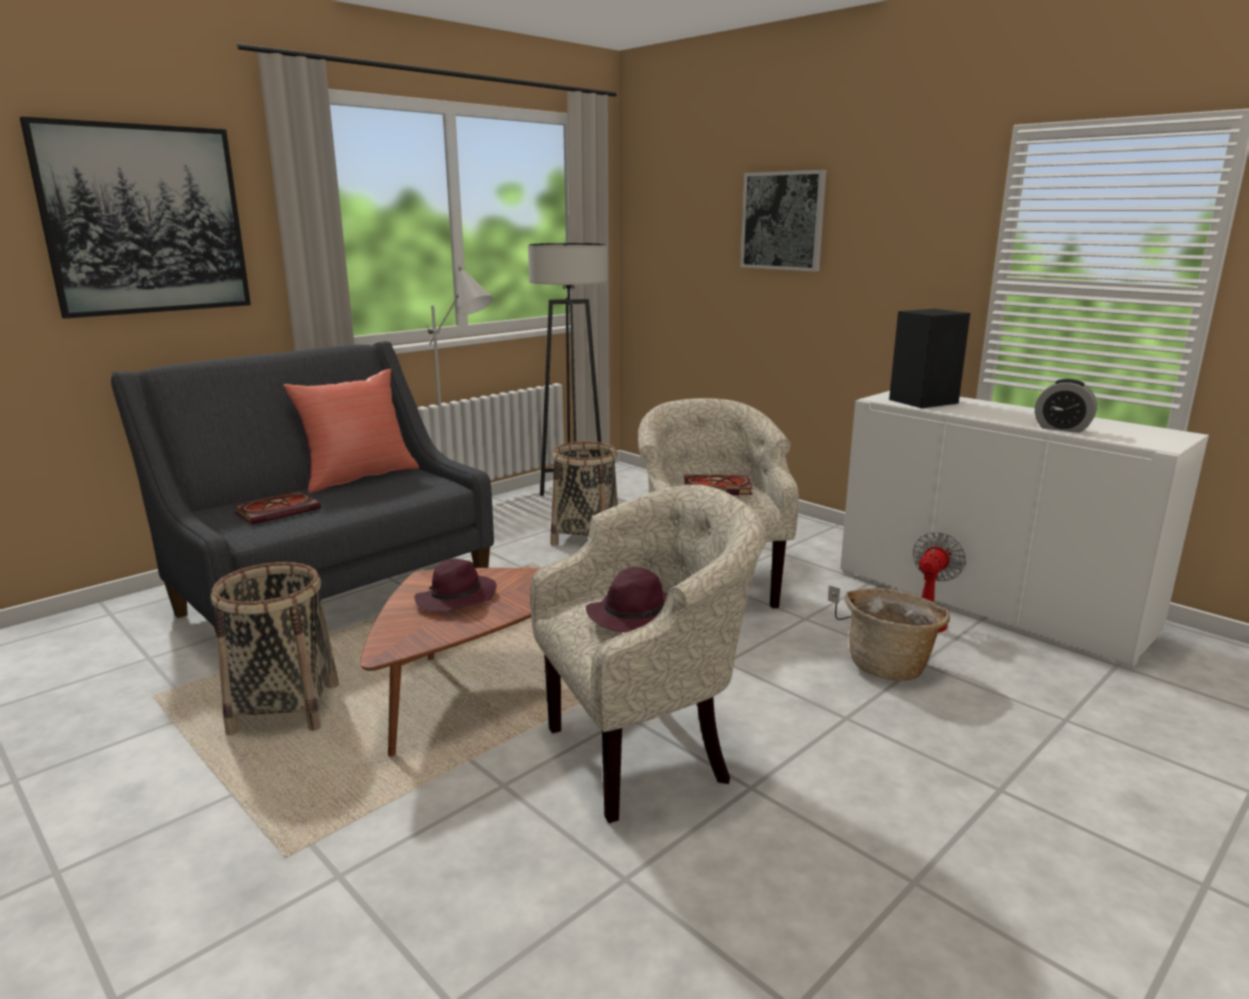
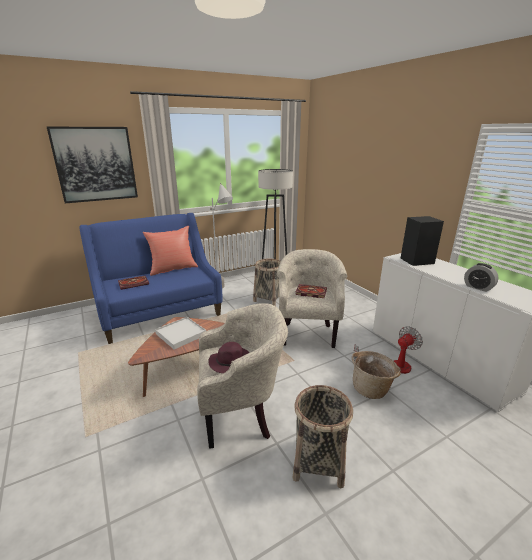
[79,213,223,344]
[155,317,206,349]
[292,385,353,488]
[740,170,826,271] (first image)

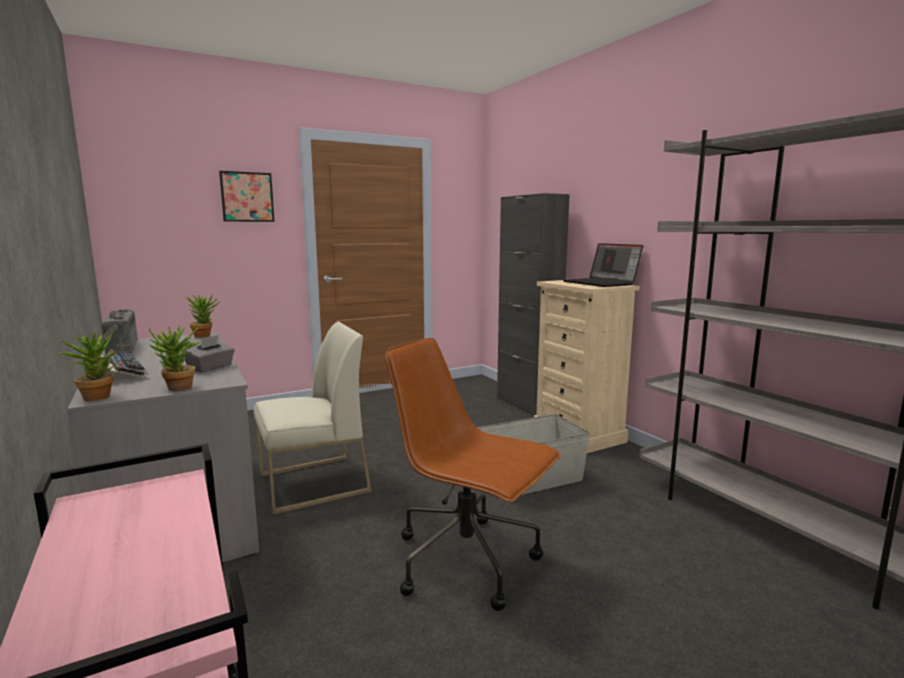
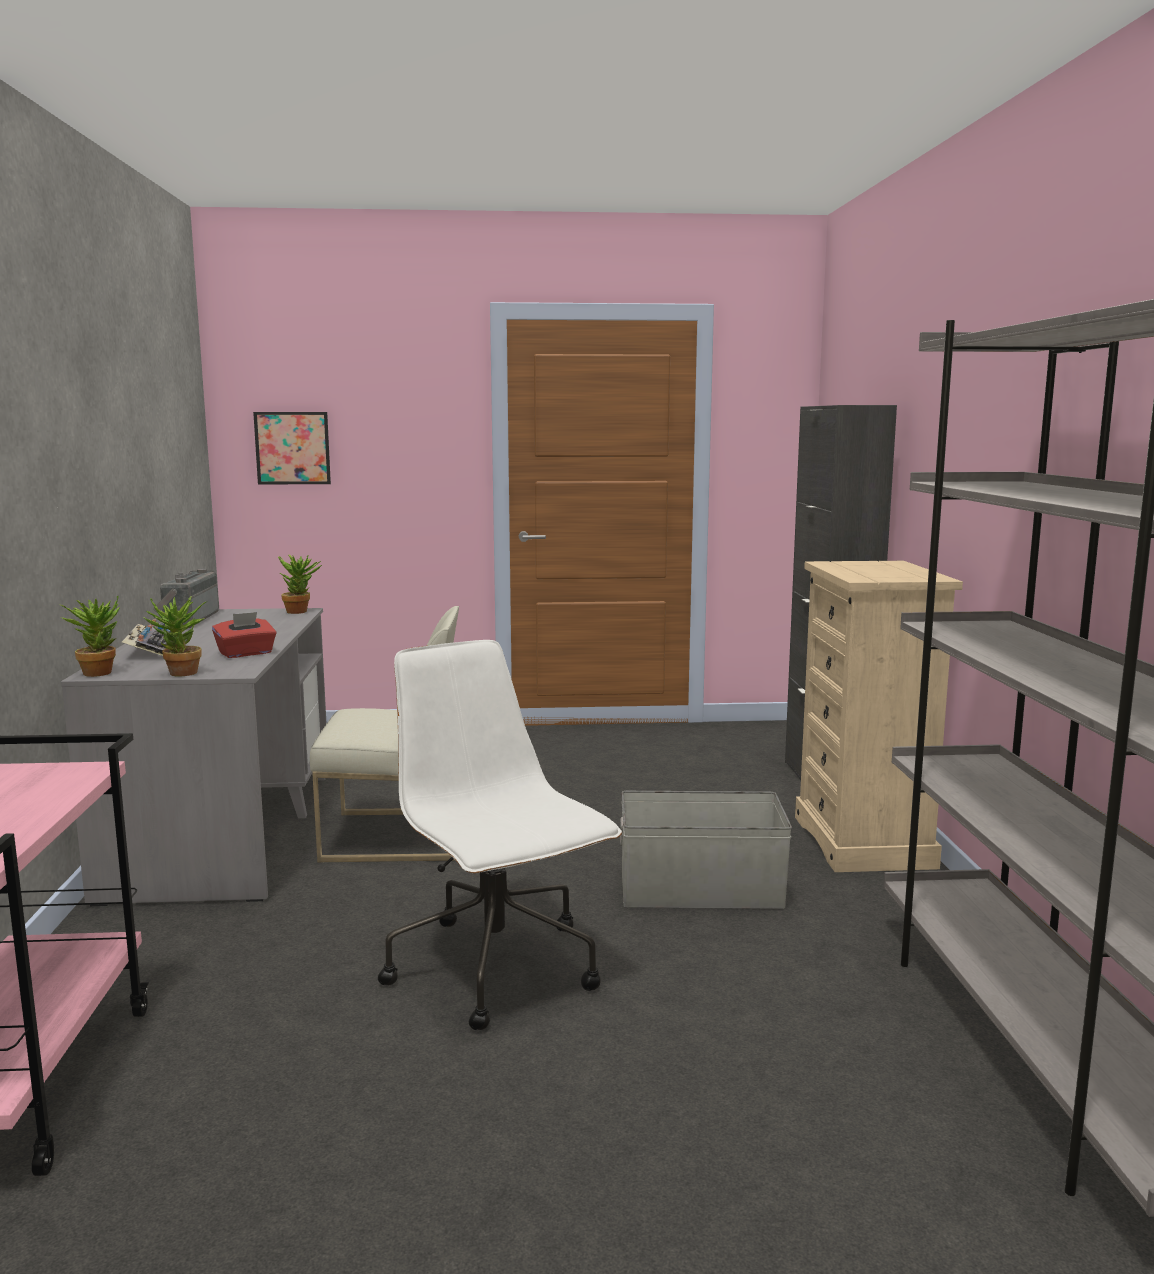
[212,612,277,658]
[253,412,331,484]
[378,640,622,1030]
[563,243,643,287] (first image)

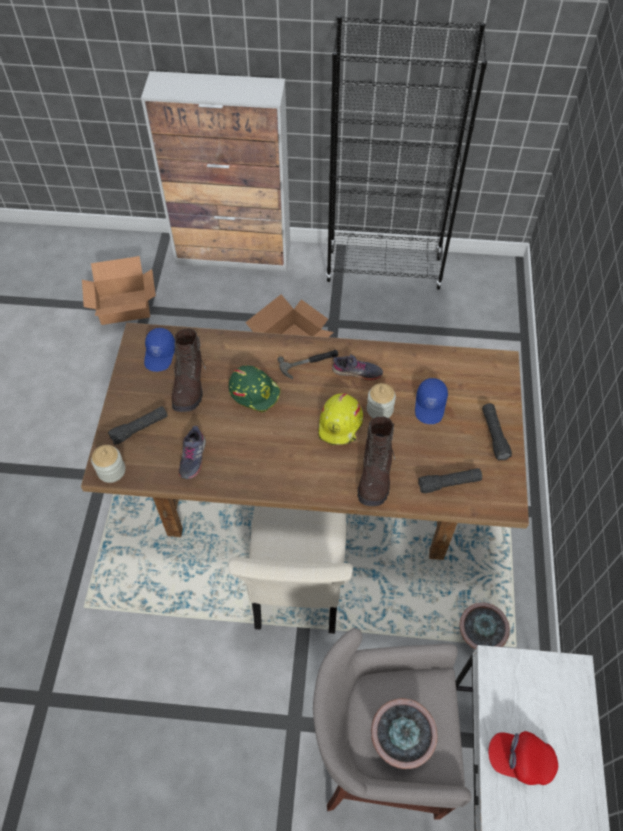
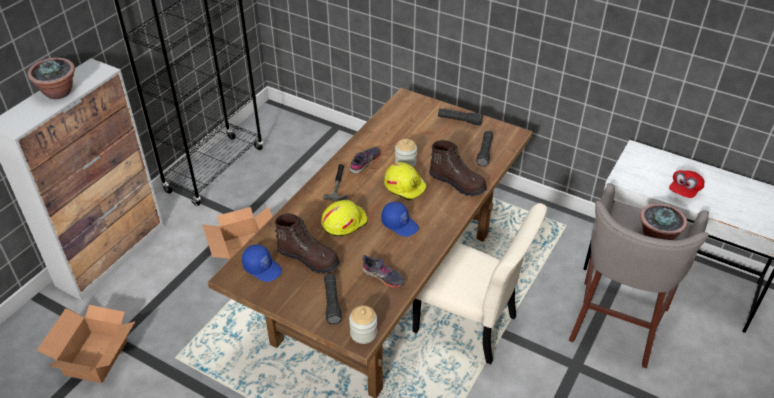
[27,57,75,99]
[321,200,368,237]
[381,202,419,237]

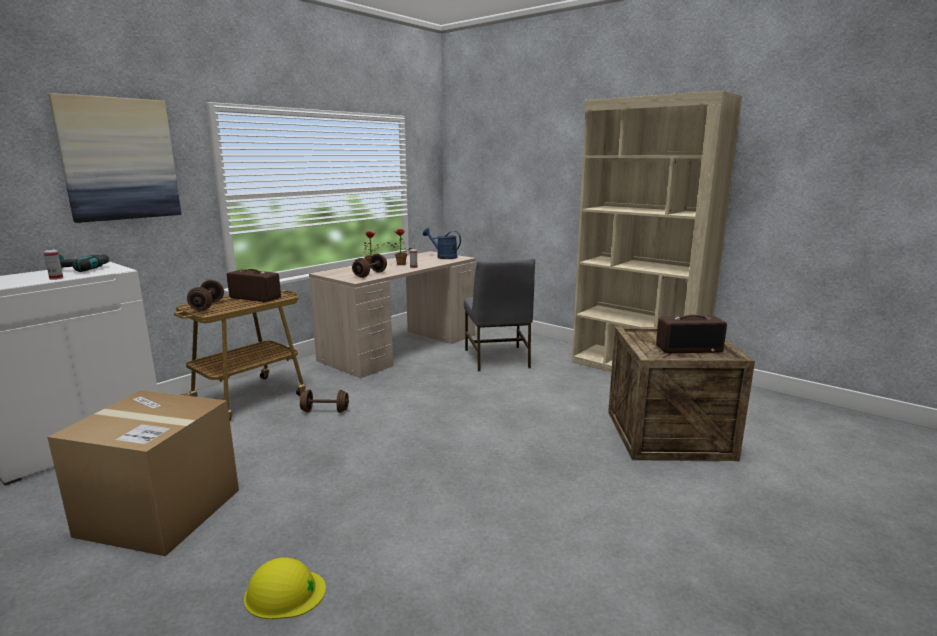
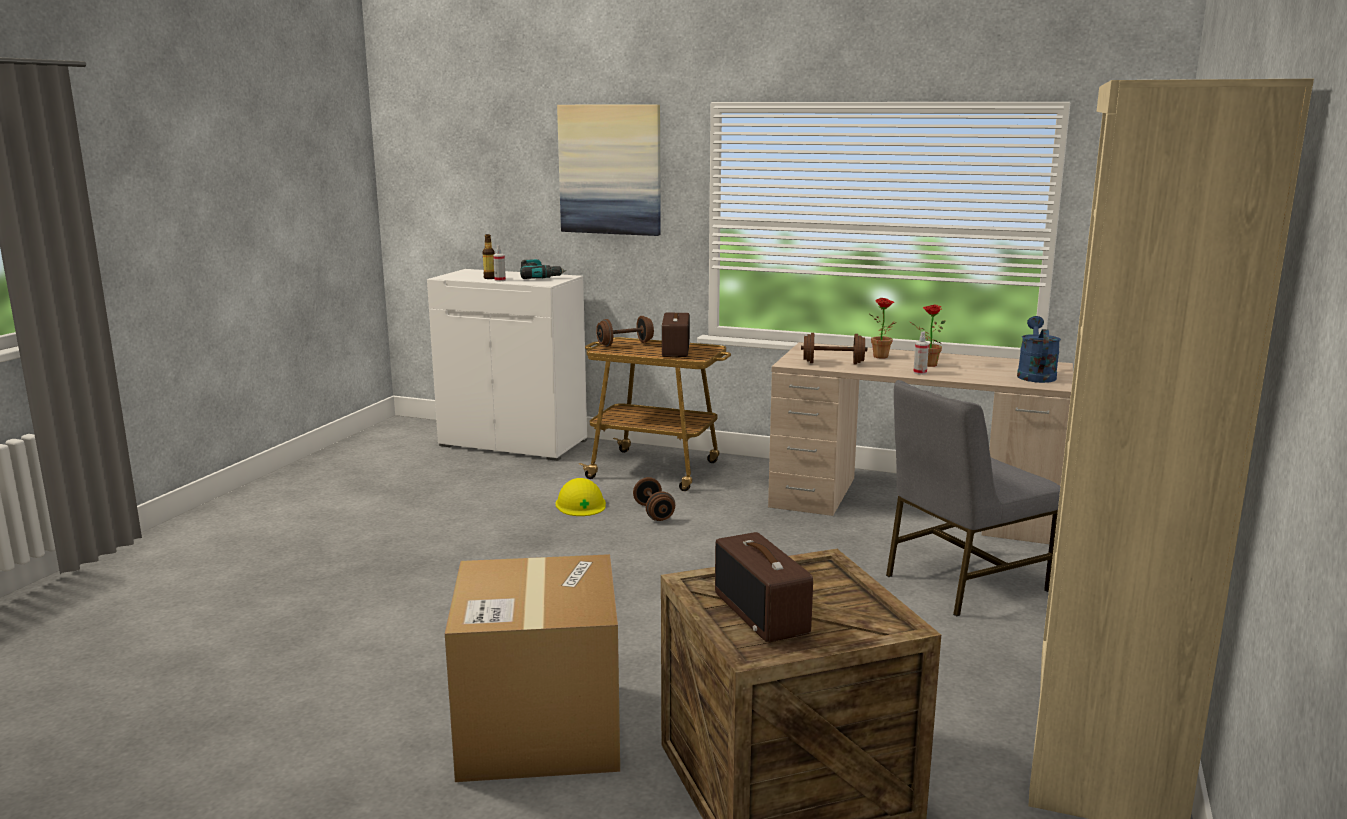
[445,554,620,782]
[482,234,495,279]
[555,478,606,516]

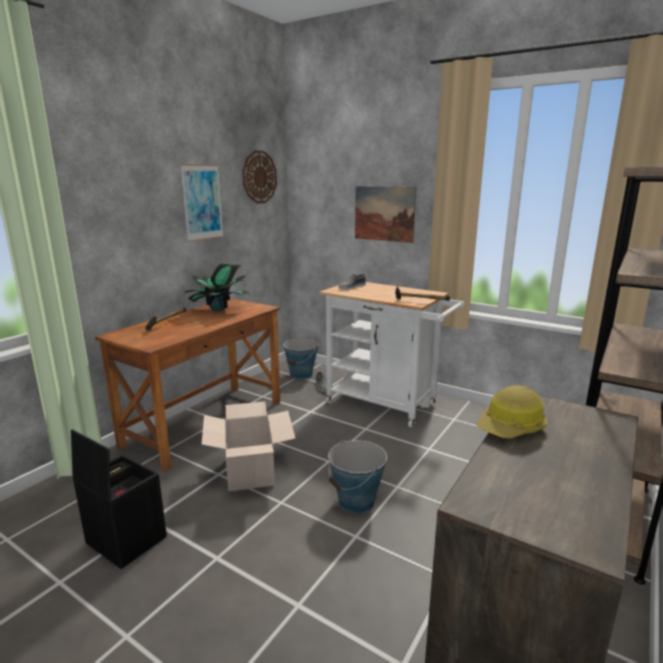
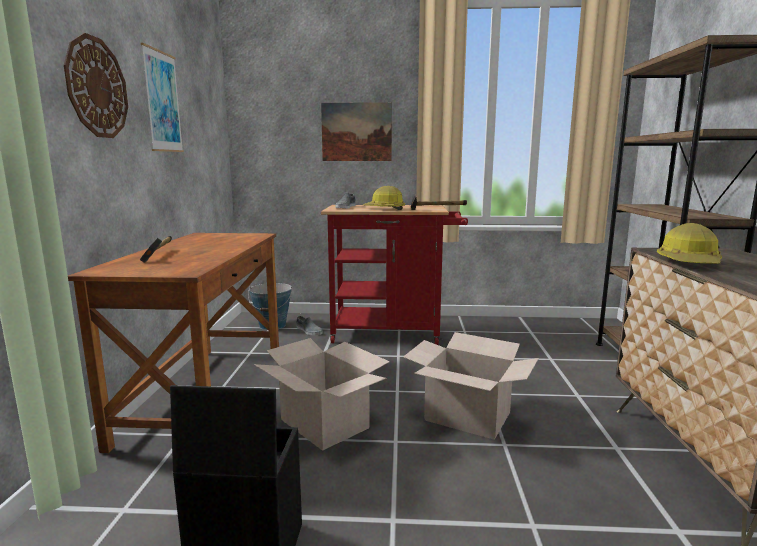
[64,33,128,138]
[321,205,468,345]
[363,186,405,210]
[403,332,539,439]
[184,264,249,311] (first image)

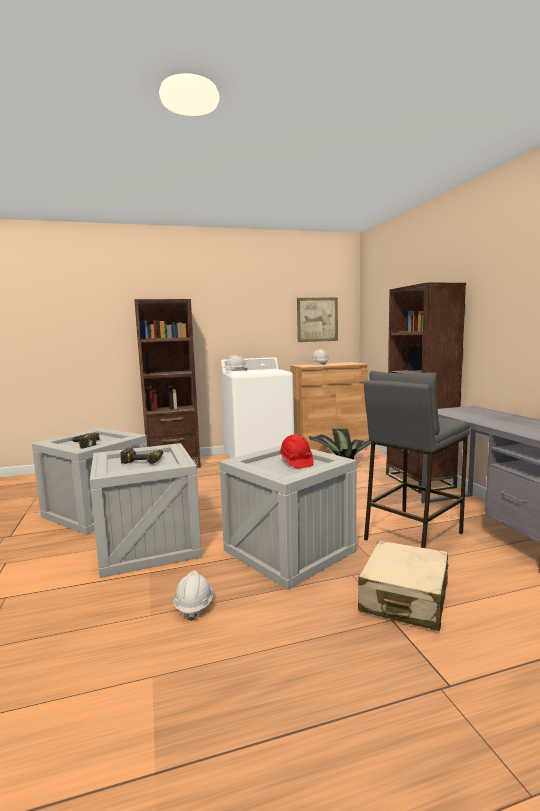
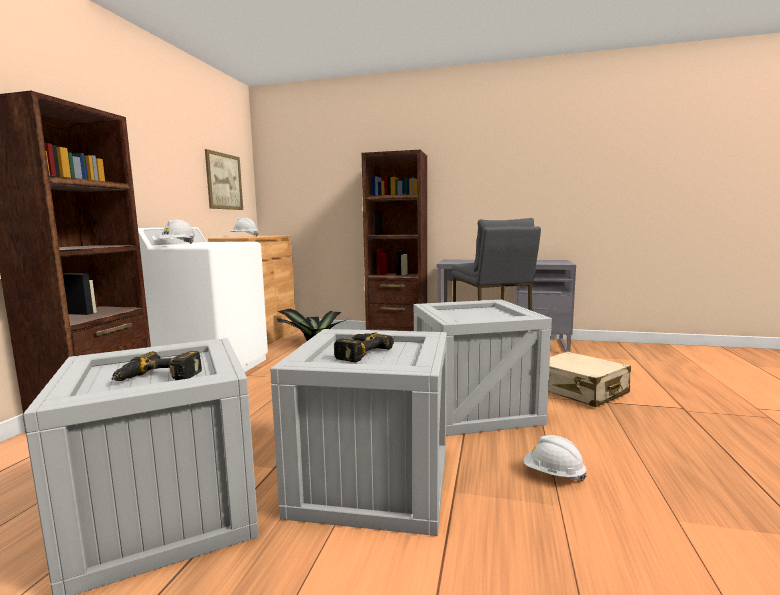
[280,434,314,468] (first image)

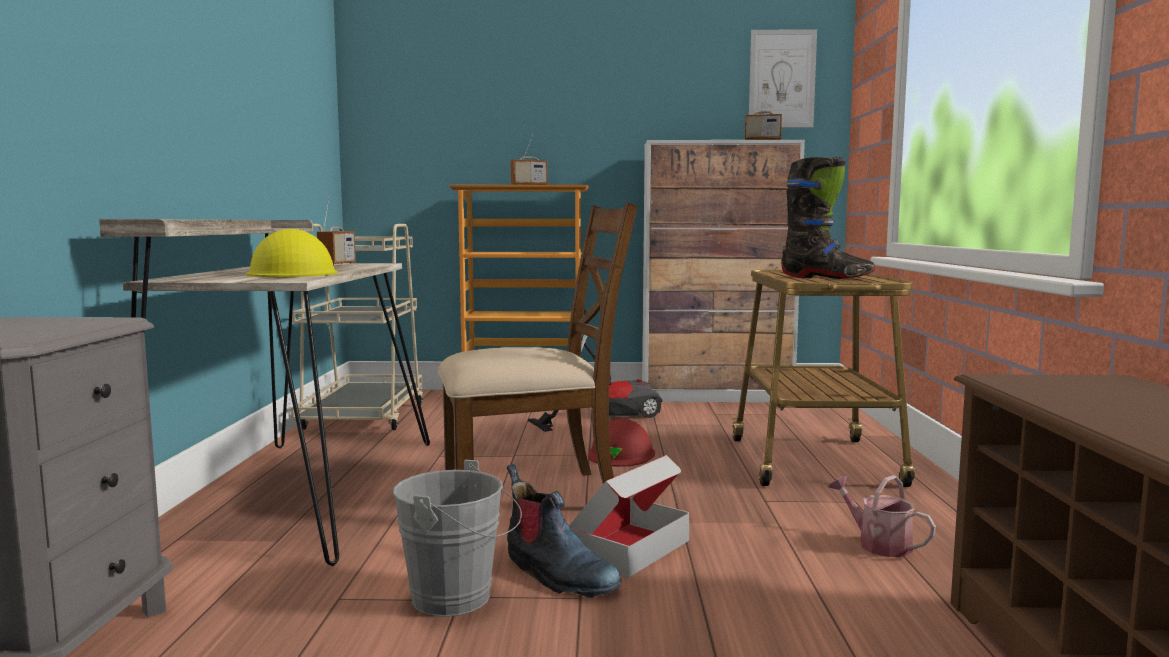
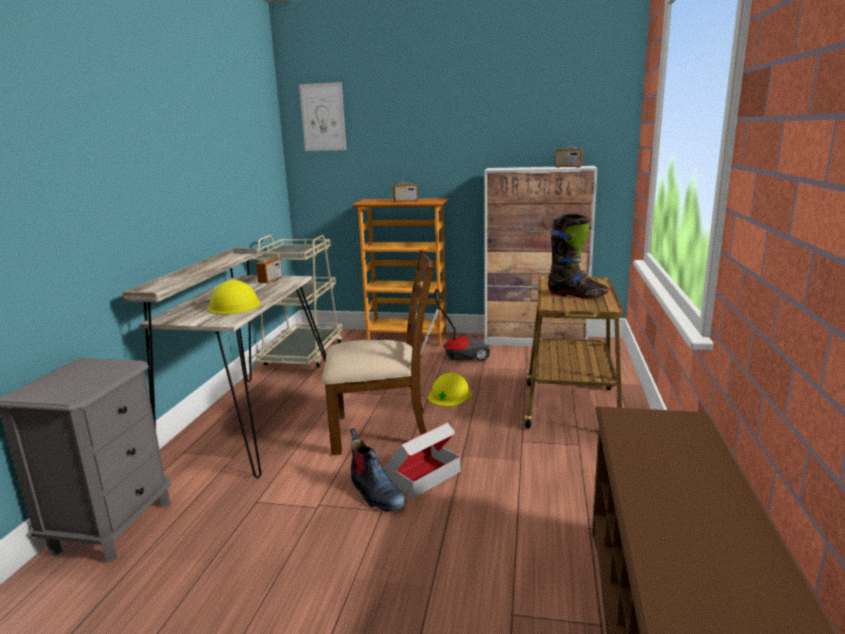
[299,82,346,151]
[428,373,472,406]
[393,460,522,617] (first image)
[828,475,936,557] (first image)

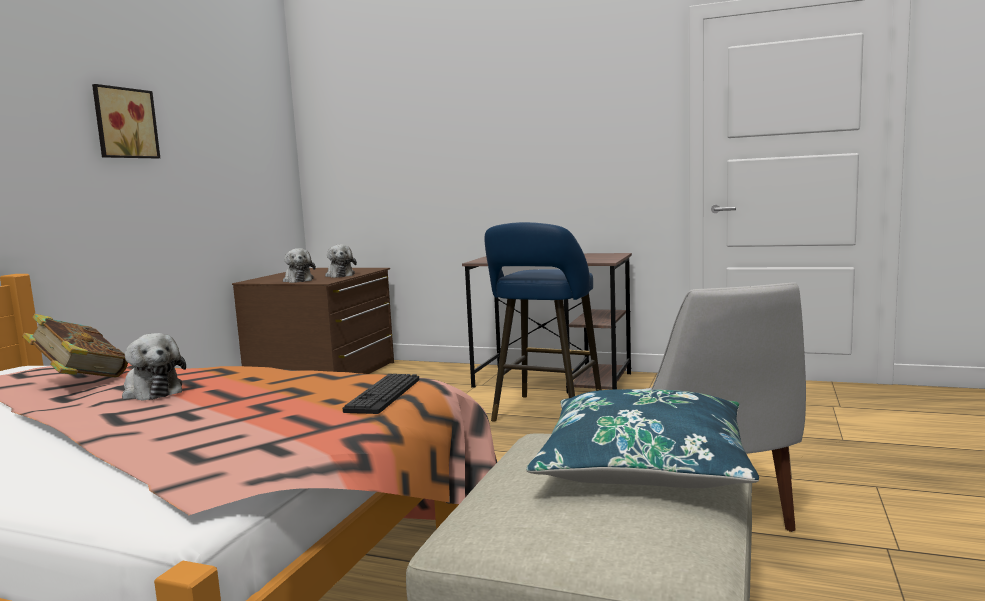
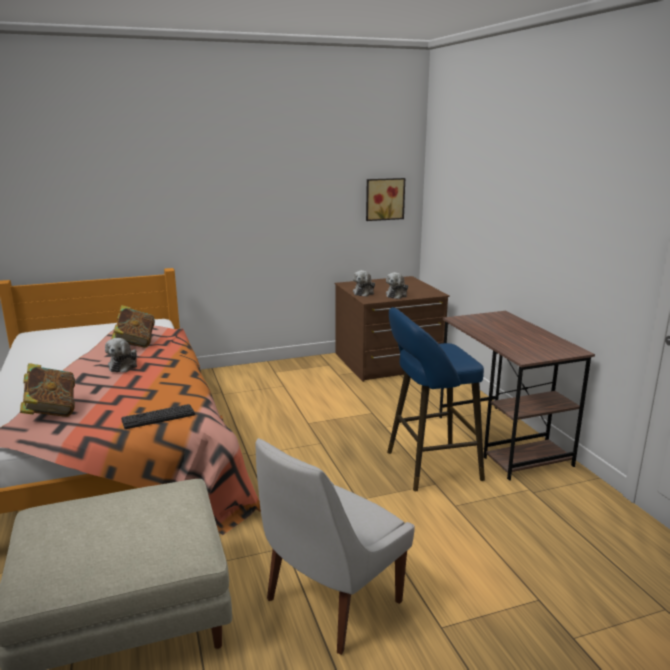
[20,363,75,417]
[366,178,405,221]
[526,389,759,488] (first image)

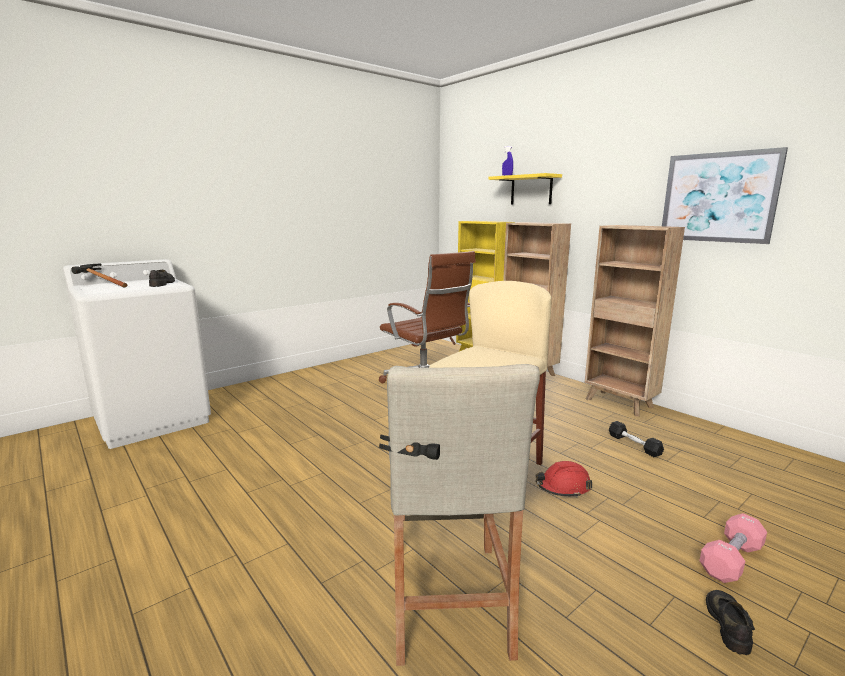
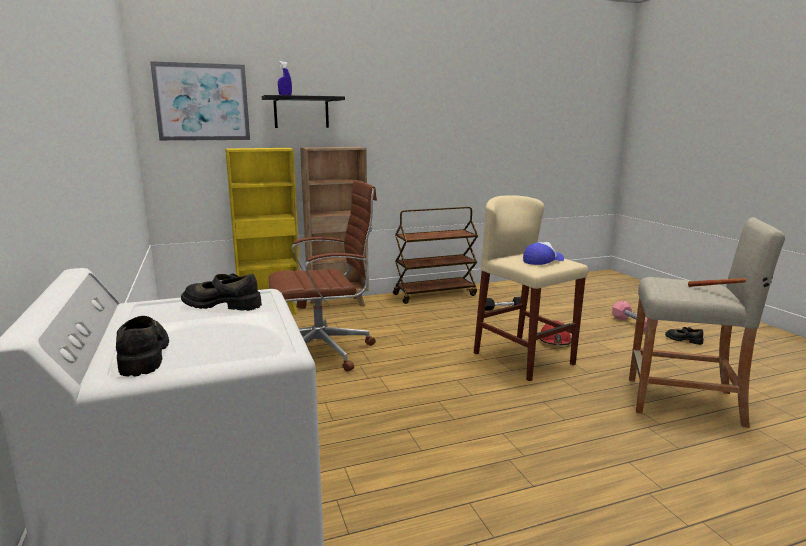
[116,316,169,377]
[150,61,250,141]
[262,95,345,128]
[393,207,478,304]
[523,242,564,265]

